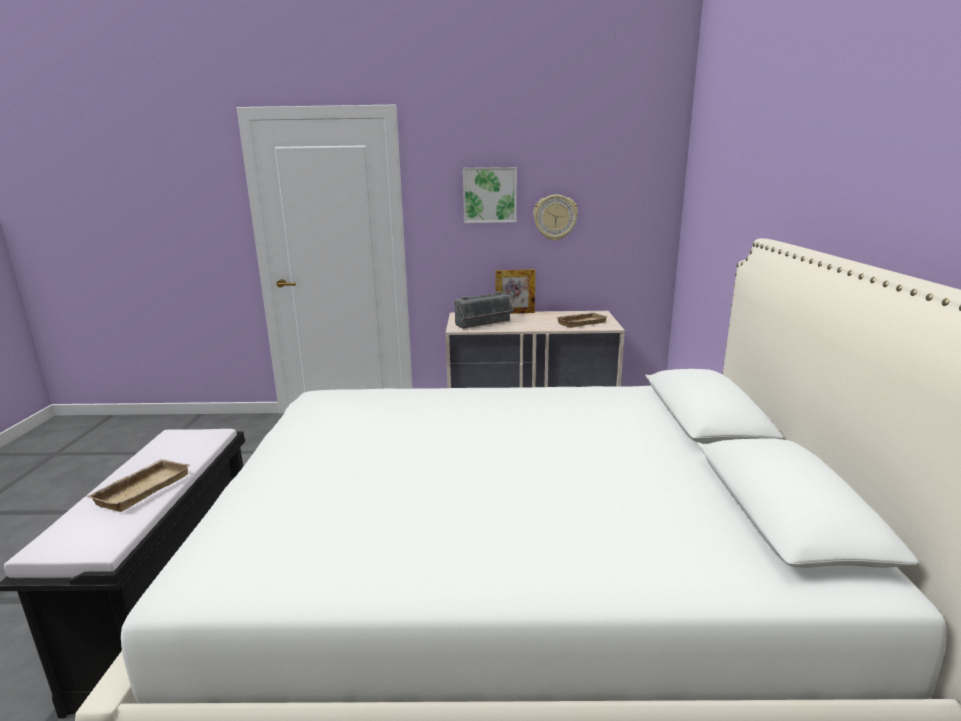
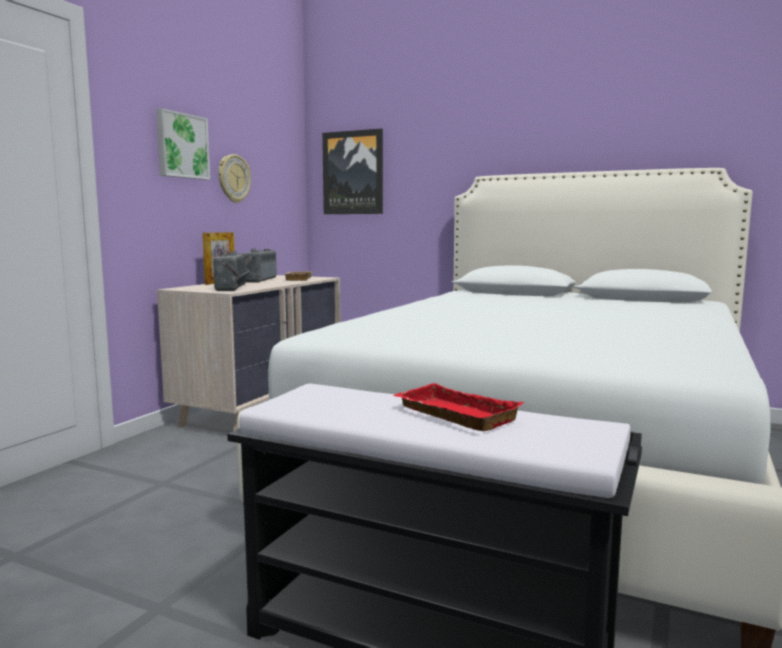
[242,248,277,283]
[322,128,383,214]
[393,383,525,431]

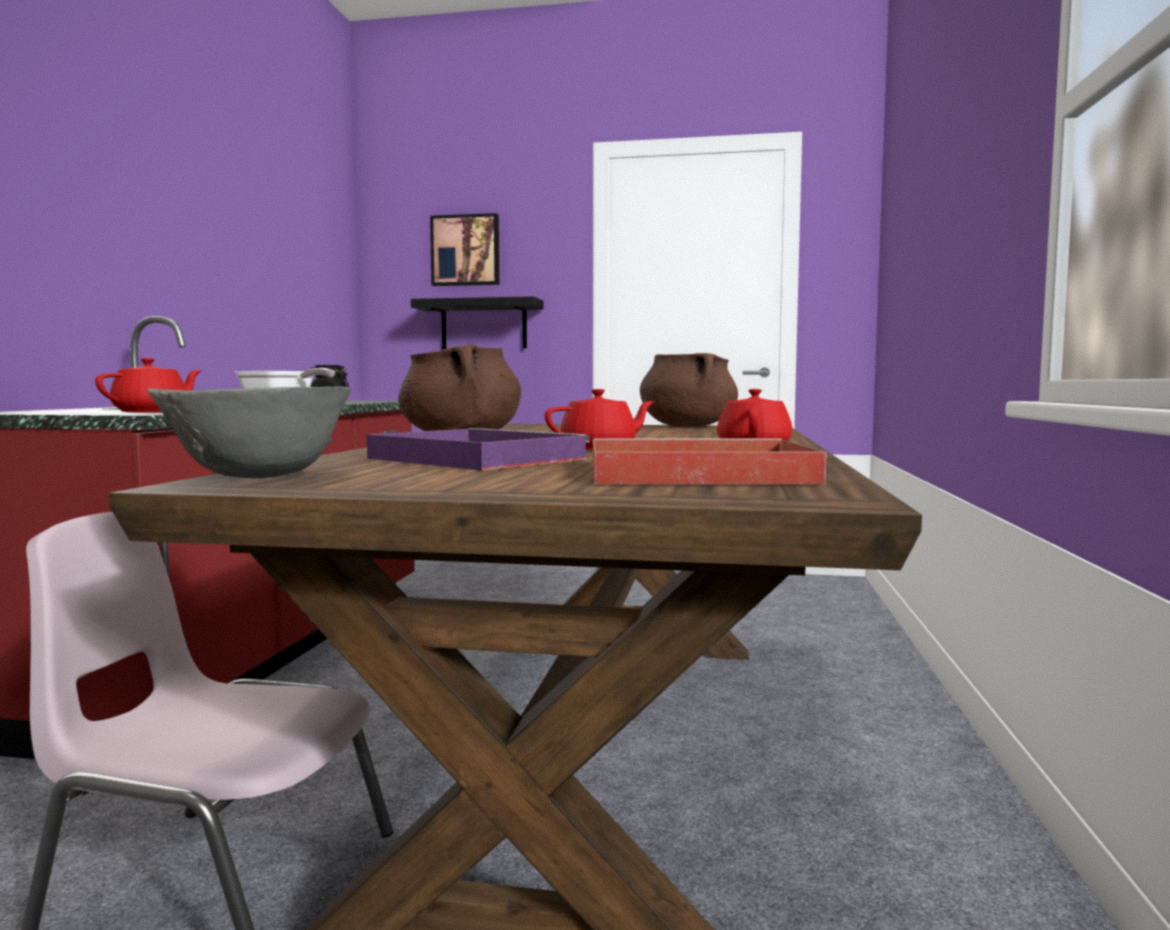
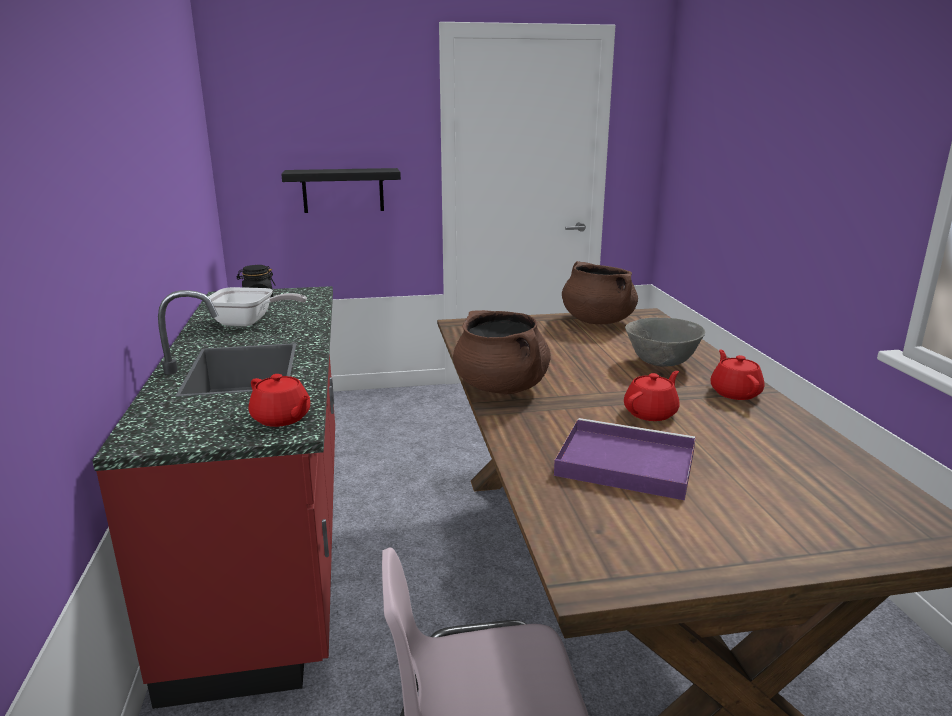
[248,374,311,427]
[625,318,705,367]
[430,213,499,286] (first image)
[593,438,826,485] (first image)

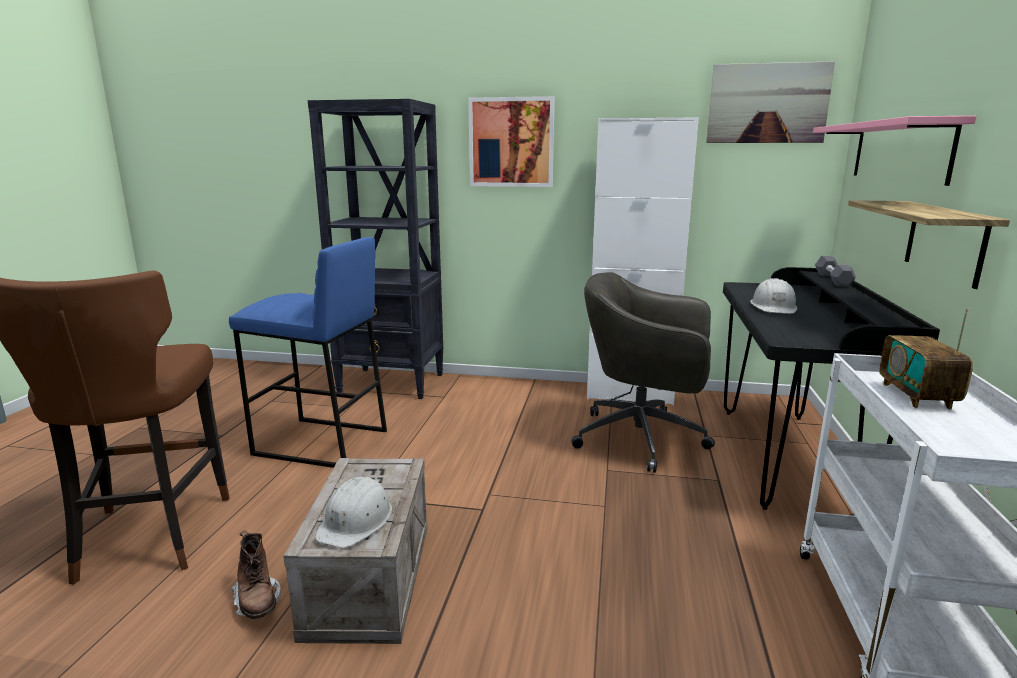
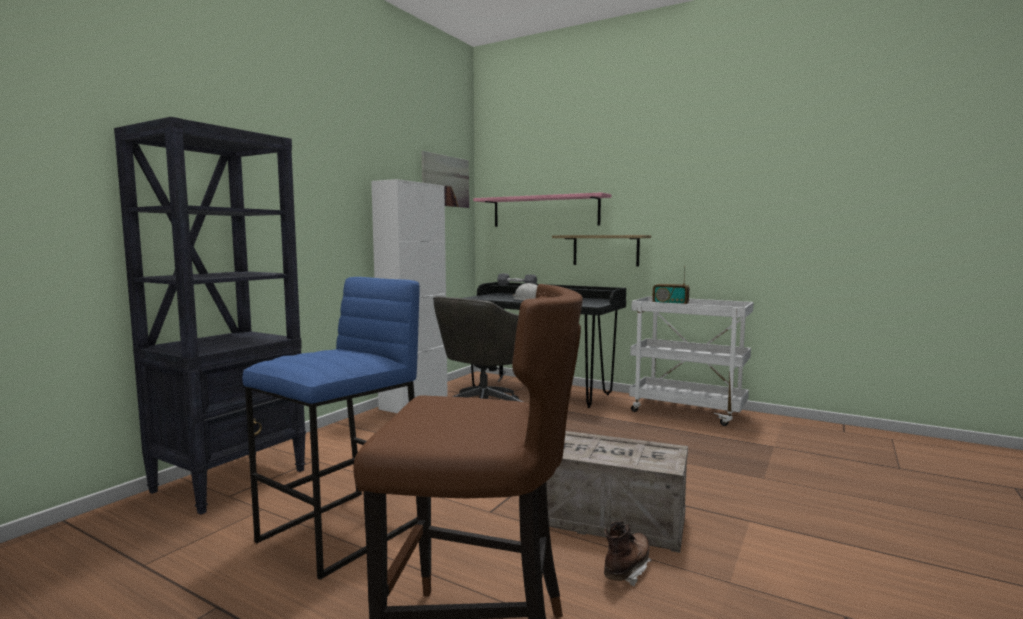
[604,521,651,586]
[315,477,392,548] (first image)
[468,96,555,187] (first image)

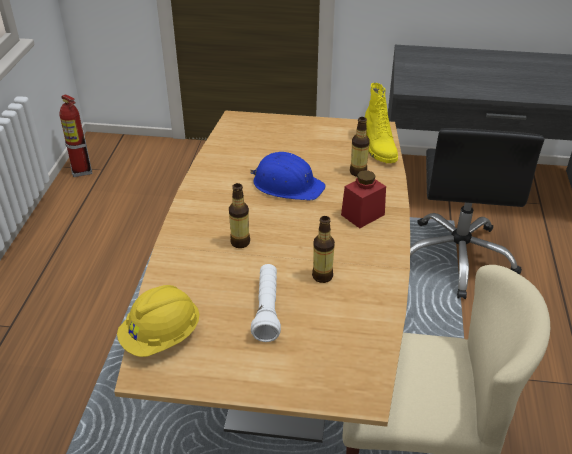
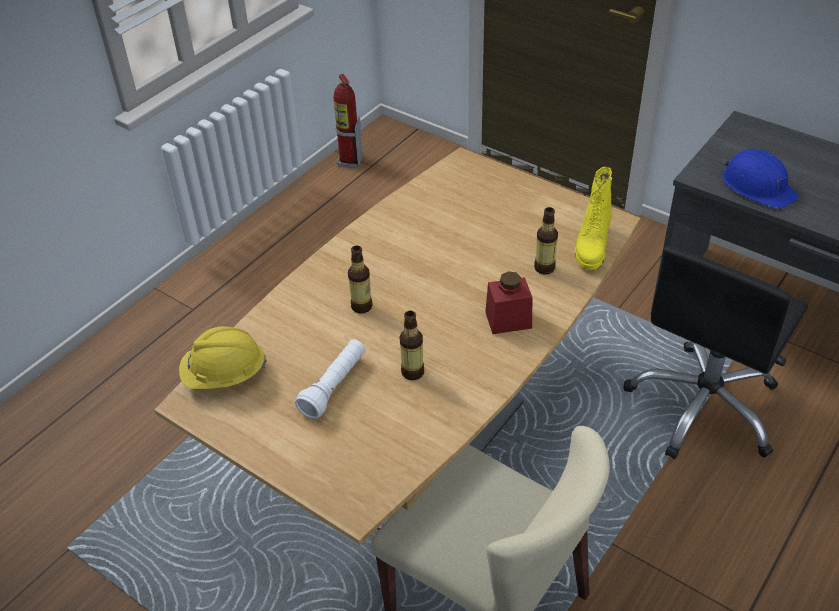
[722,149,799,209]

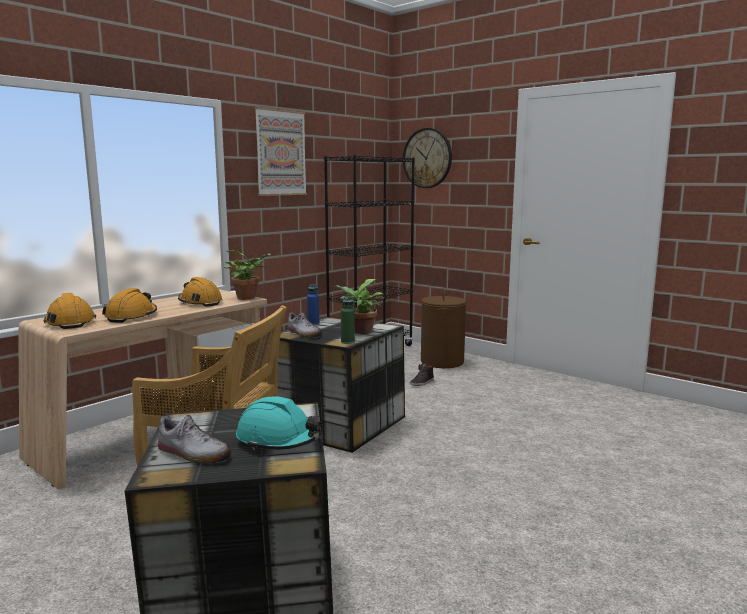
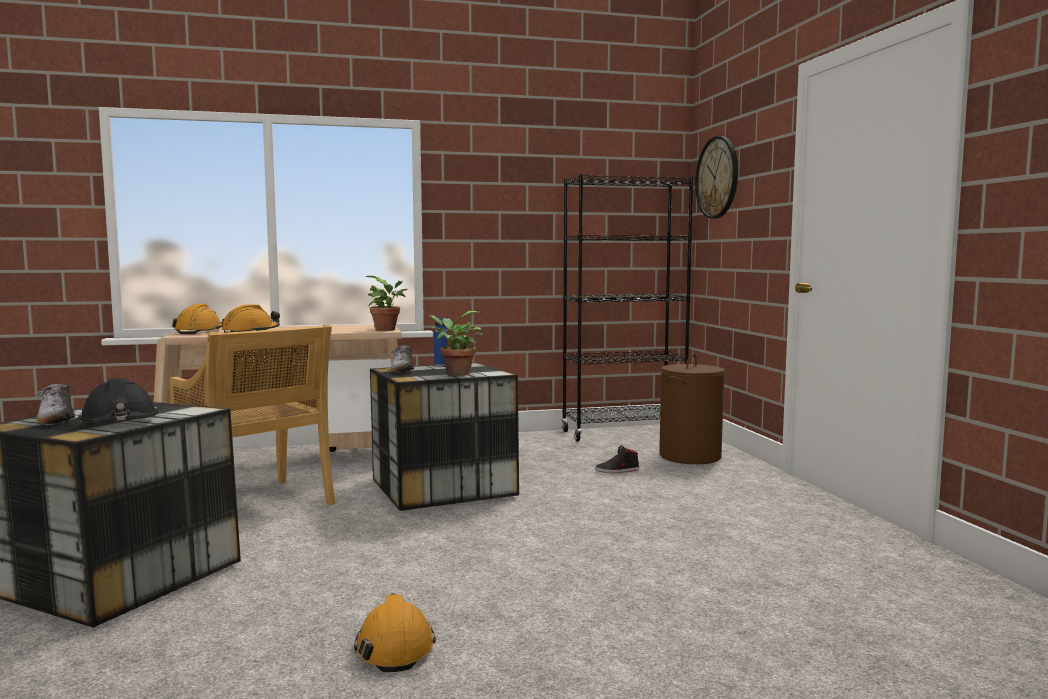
[78,378,158,423]
[354,593,436,672]
[254,107,307,196] (first image)
[341,297,355,344] (first image)

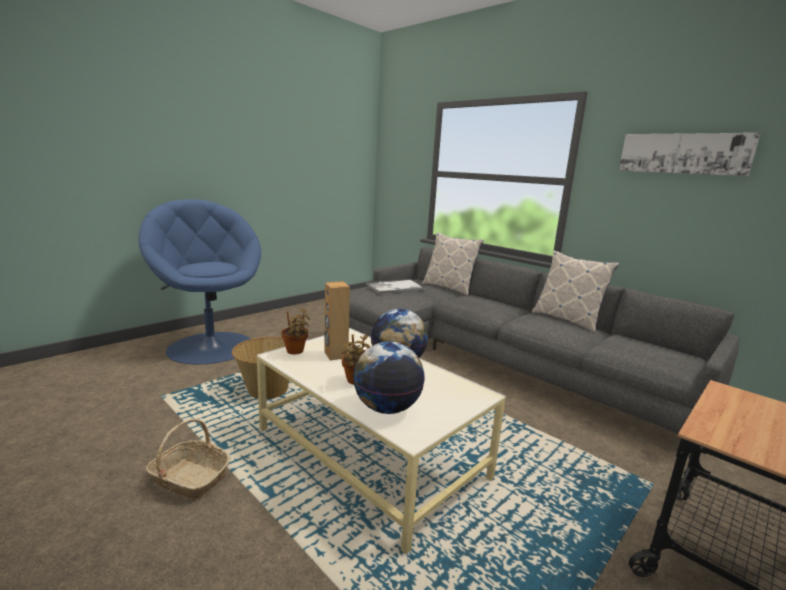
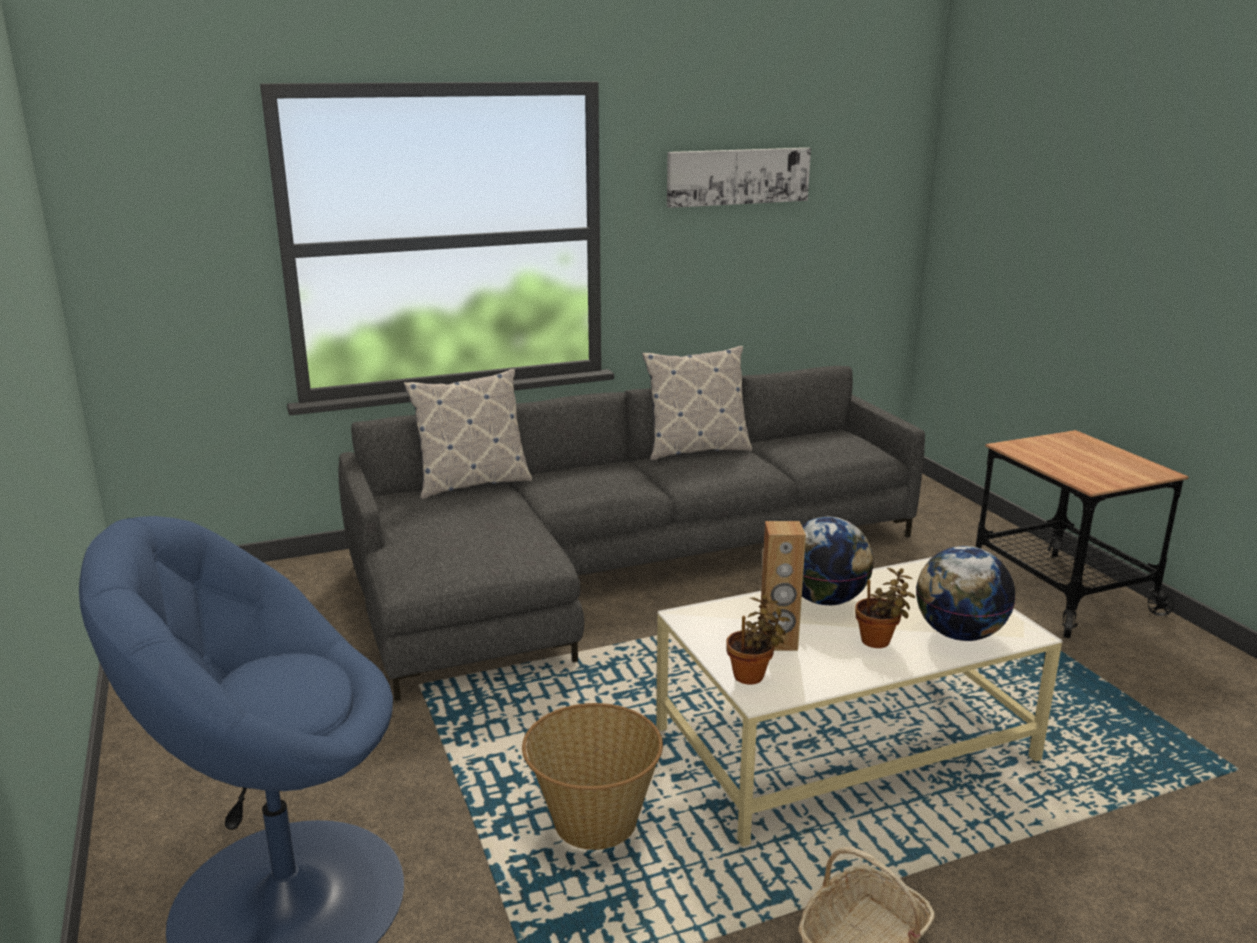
[366,279,426,294] (first image)

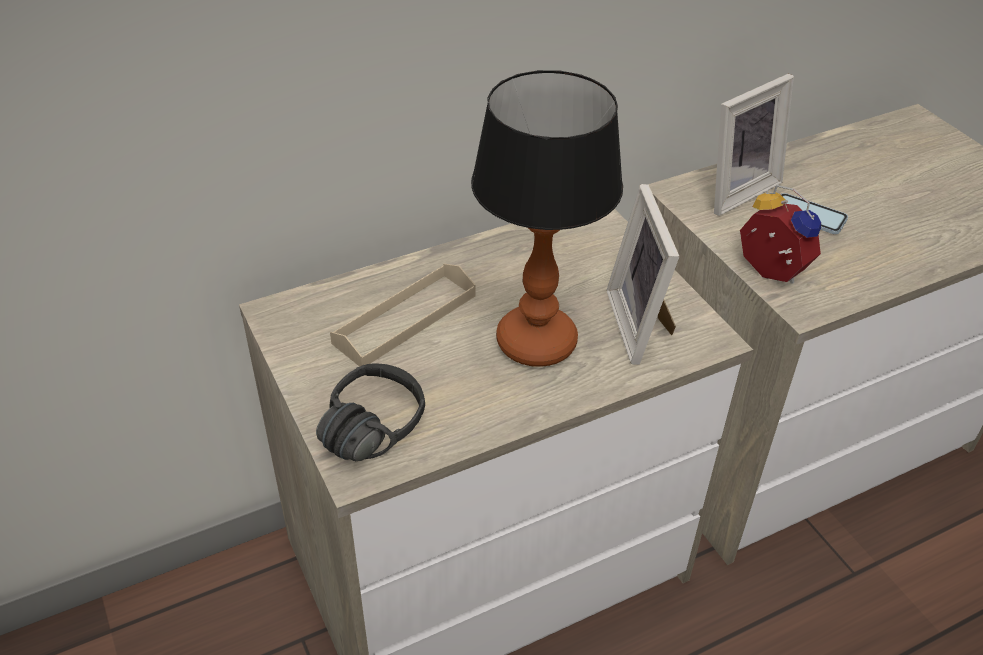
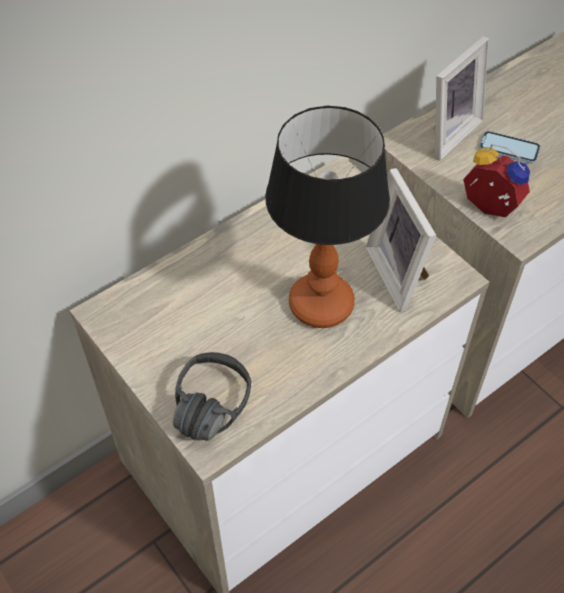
[330,263,476,367] (first image)

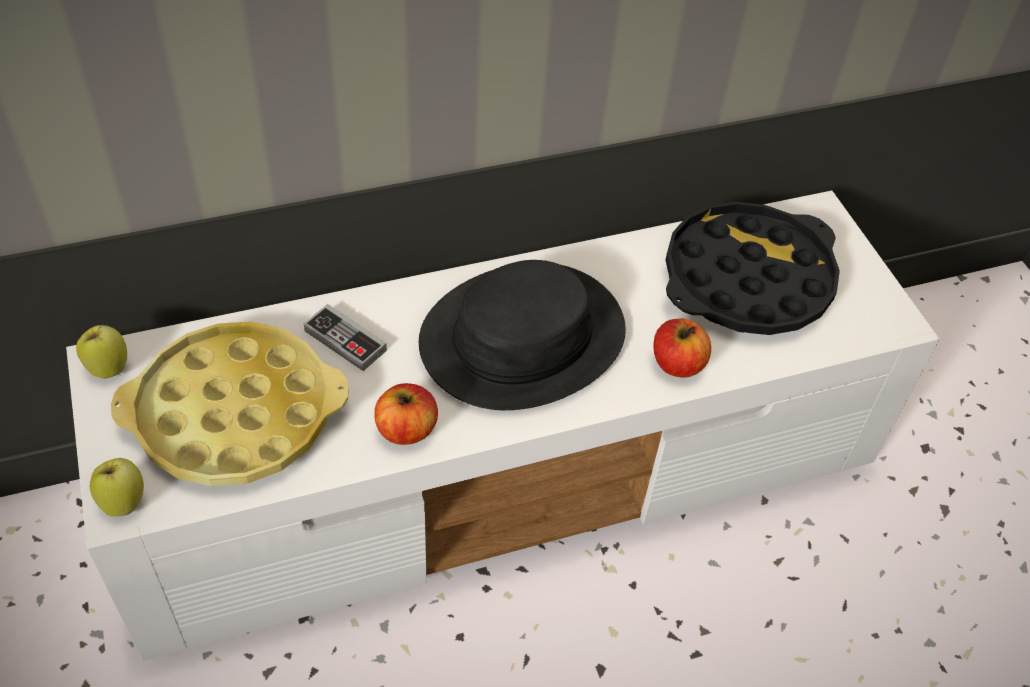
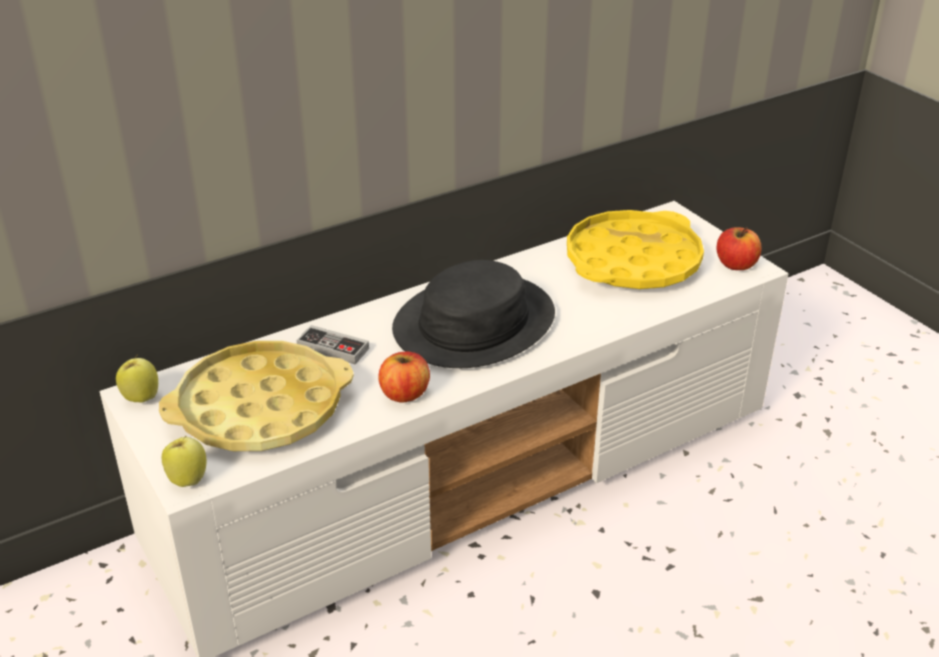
[567,210,704,289]
[717,227,762,270]

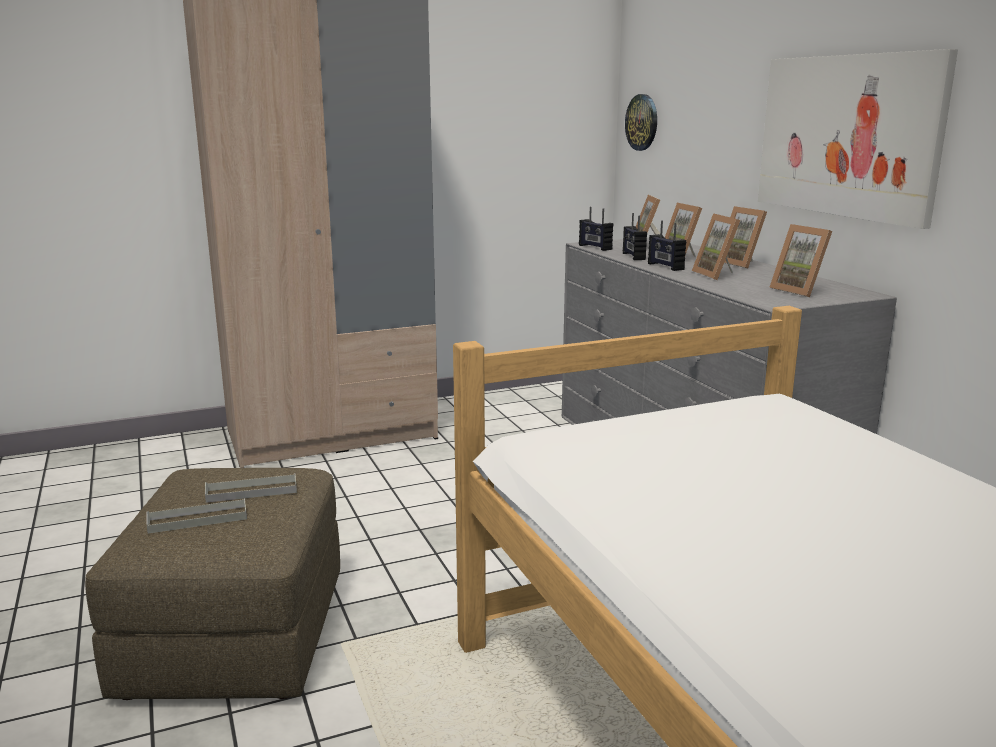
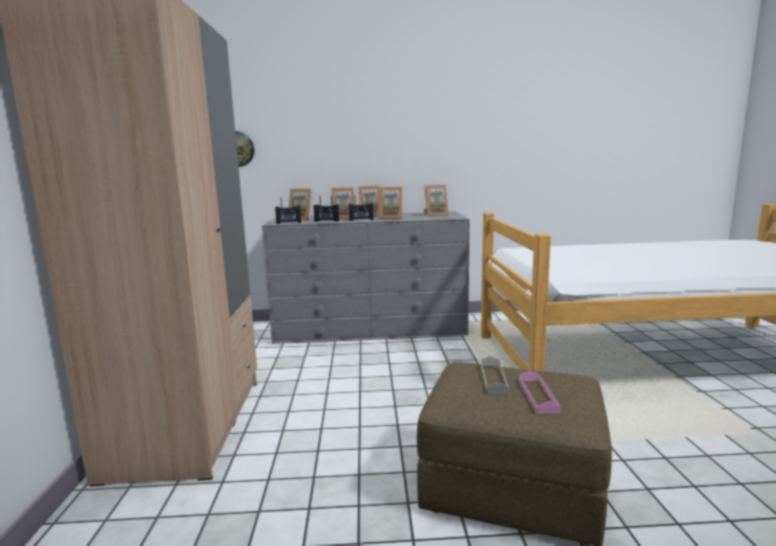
[519,370,561,414]
[758,49,958,229] (first image)

